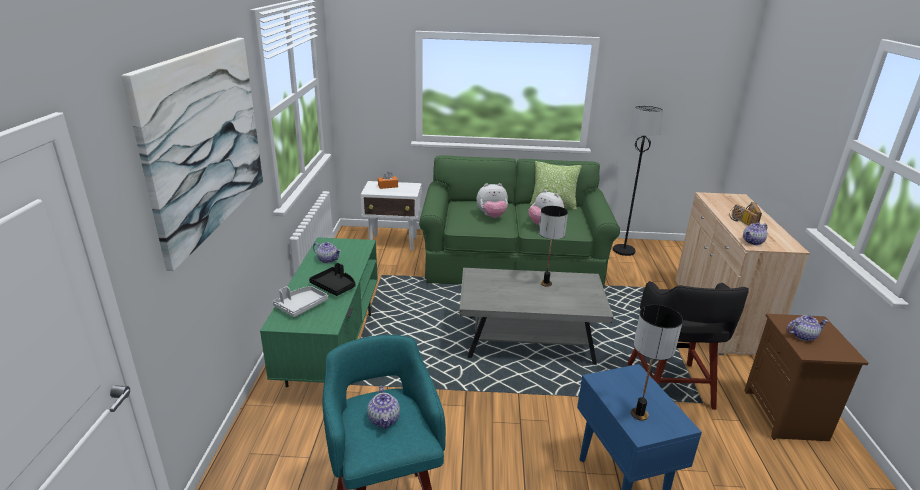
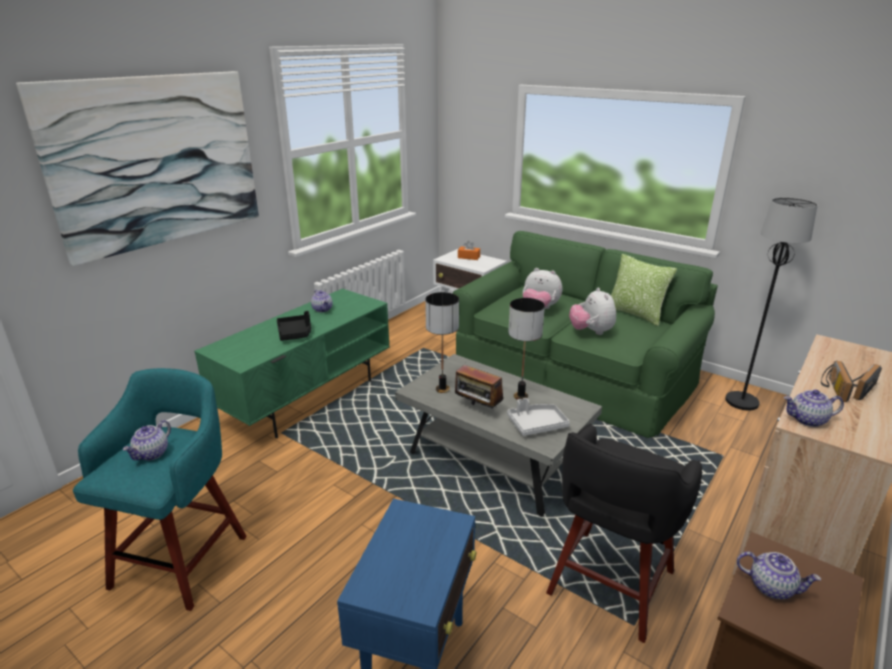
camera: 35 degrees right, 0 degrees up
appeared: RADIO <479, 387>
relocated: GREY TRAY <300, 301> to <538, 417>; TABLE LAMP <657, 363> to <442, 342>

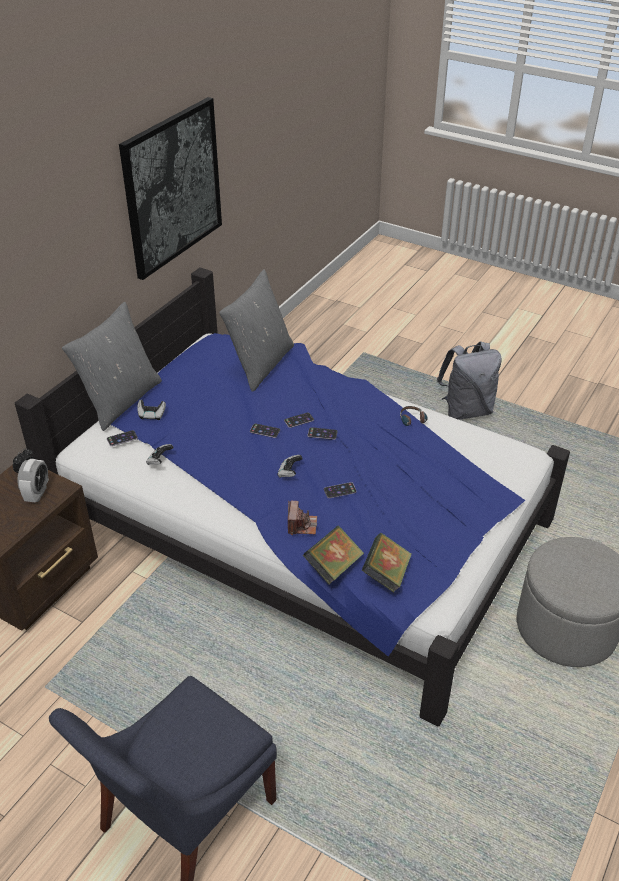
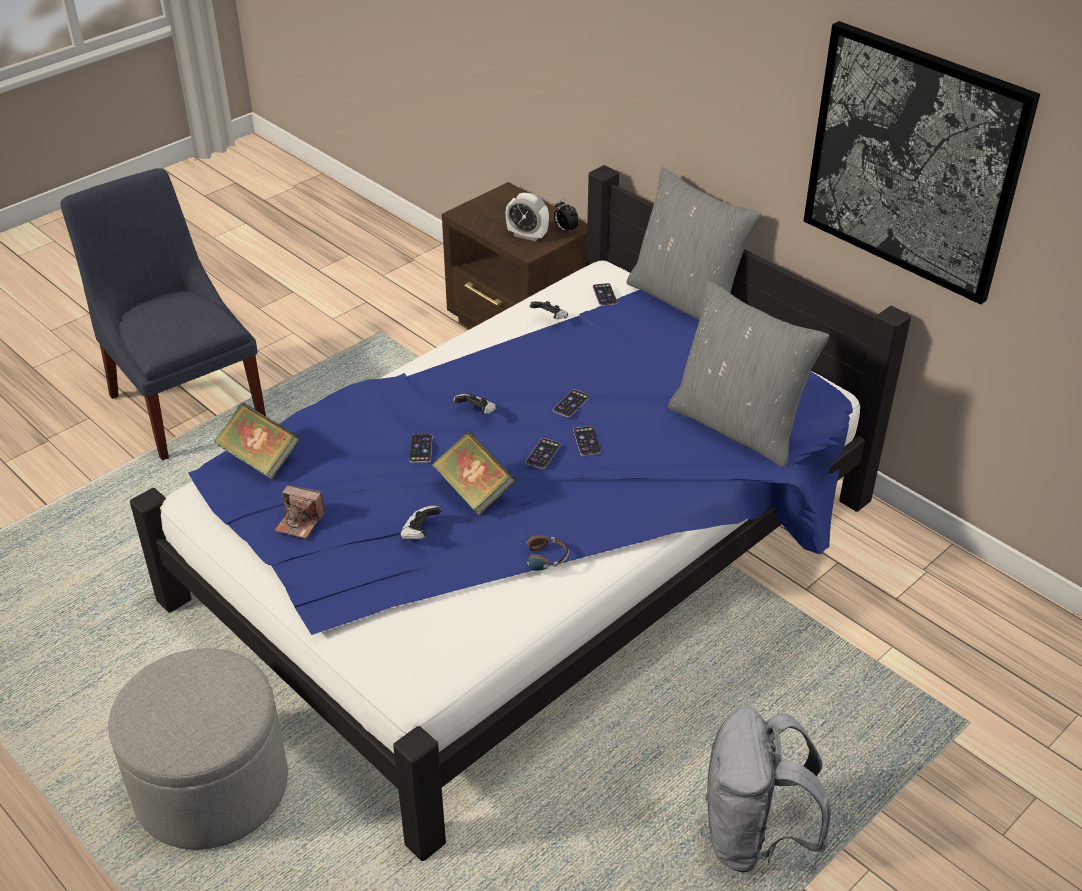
camera: 105 degrees right, 0 degrees up
relocated: GAME CONTROLLER <151, 410> to <420, 522>; PHOTO CAMERA <302, 518> to <300, 512>; BOOK <333, 555> to <474, 473>

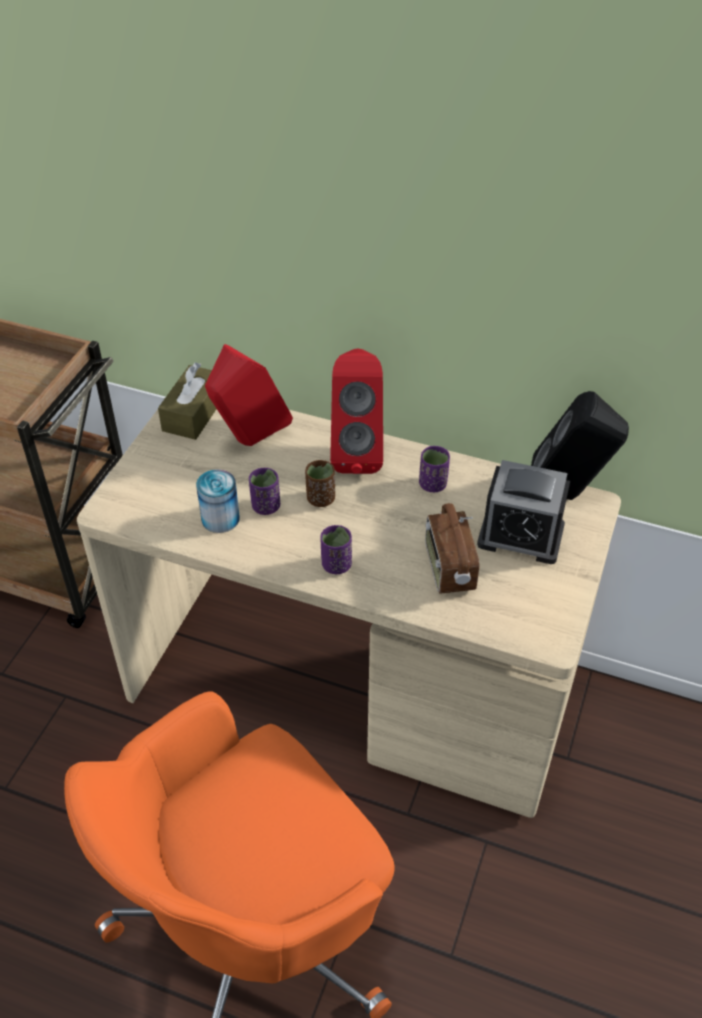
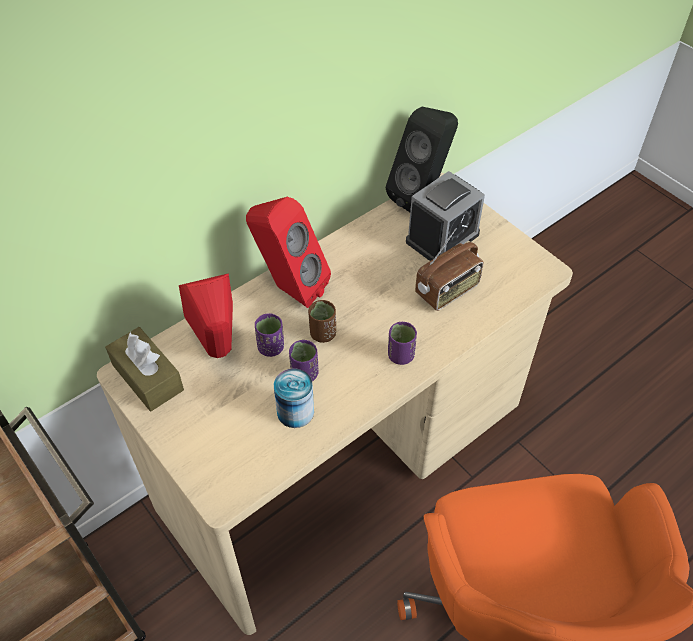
camera: 60 degrees left, 5 degrees up
relocated: PURPLE CUP <434, 469> to <269, 335>
spun: RADIO <452, 548> = <449, 269> 60 degrees counterclockwise

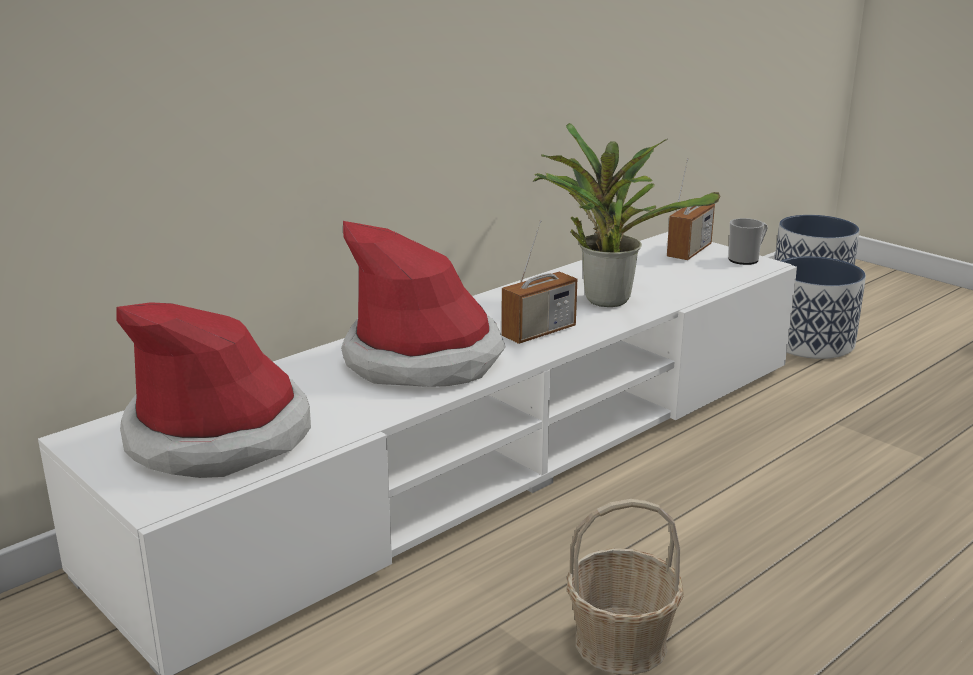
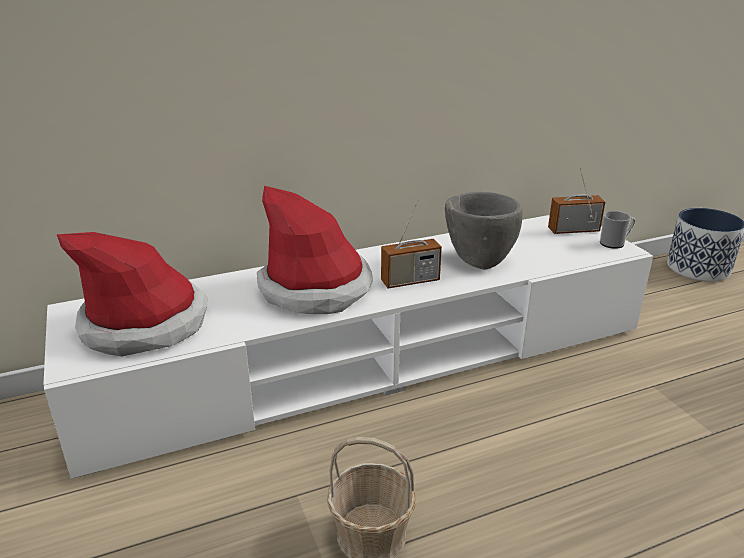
camera: 20 degrees right, 5 degrees up
missing: PLANTER <823, 307>
exchanged: POTTED PLANT <626, 215> to GREY BOWL <484, 231>
spun: RADIO <691, 209> = <576, 200> 150 degrees counterclockwise

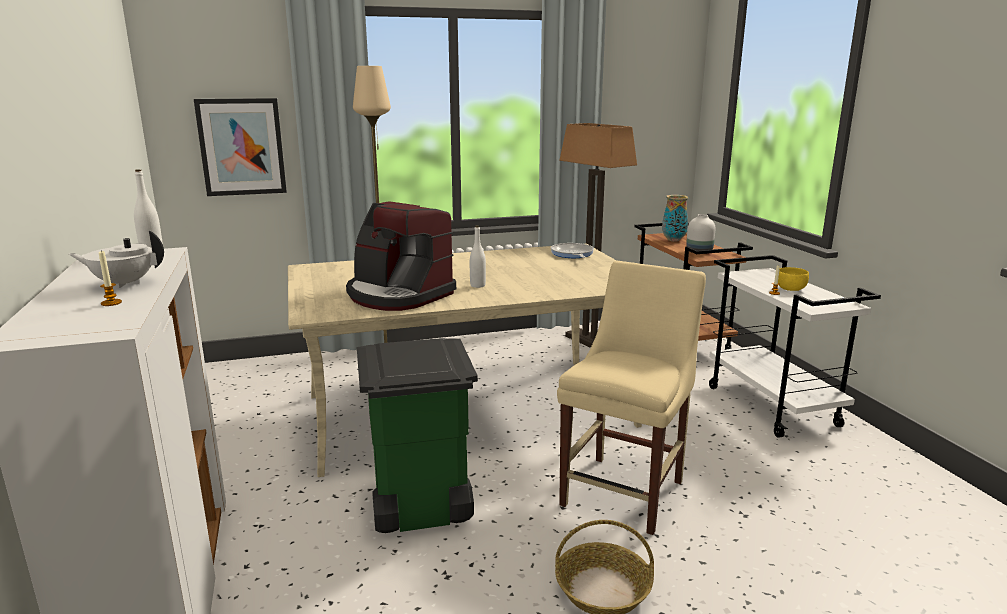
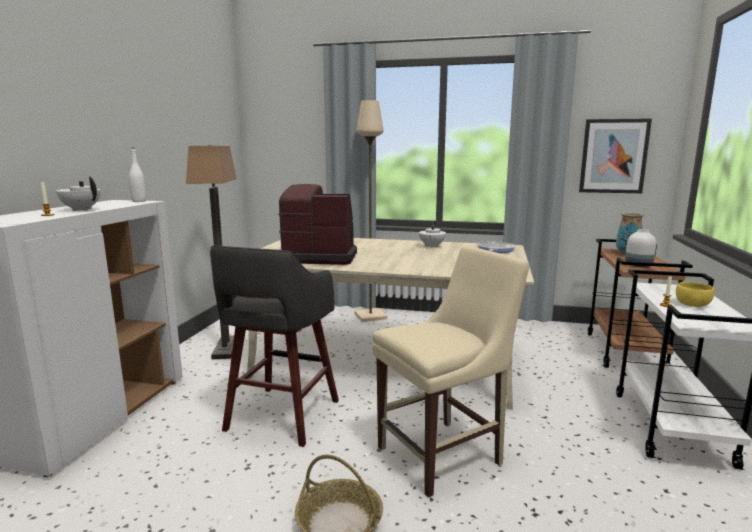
camera: 30 degrees right, 5 degrees down
missing: WHITE BOTTLE <478, 256>
appeared: WHITE TEAPOT <432, 234>
relocated: PICTURE <240, 147> to <615, 155>; FLOOR LAMP <598, 235> to <211, 252>
exchanged: GREEN TRASH CAN <417, 435> to GREY STOOL <274, 346>
spun: COFFEE MACHINE <401, 256> = <317, 224> 120 degrees clockwise

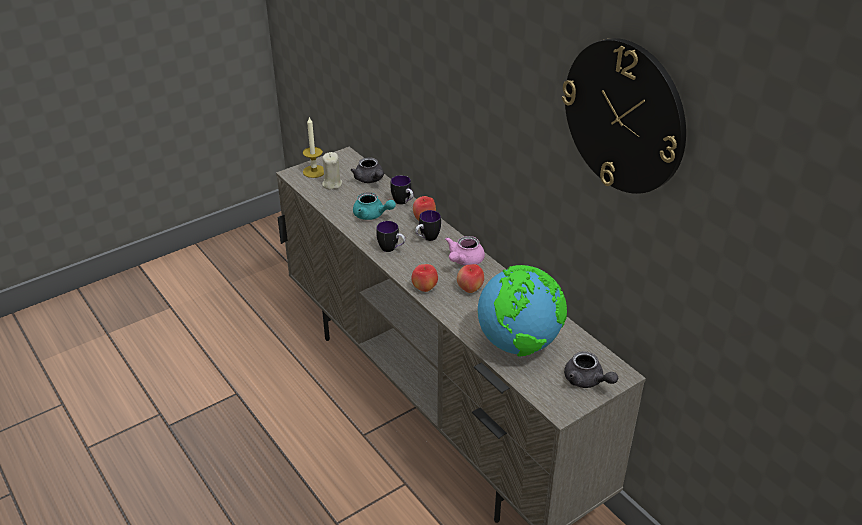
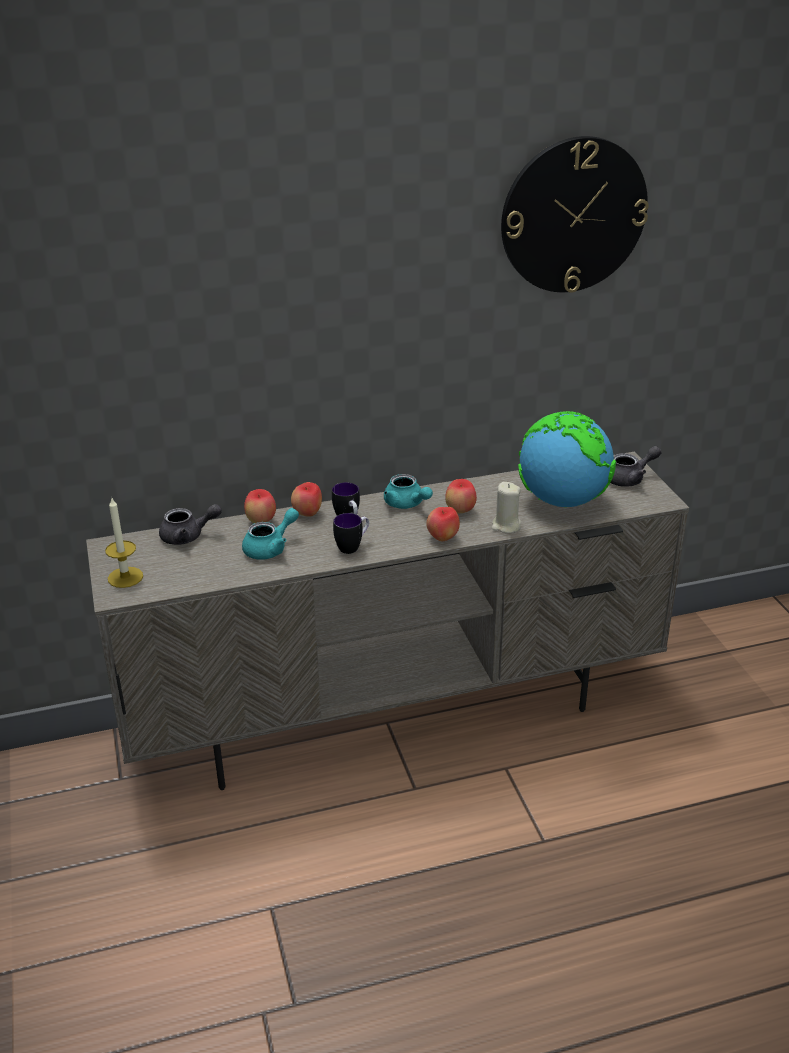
camera: 70 degrees left, 5 degrees down
relocated: BEIGE CANDLE <332, 170> to <506, 507>
exchanged: MUG <402, 190> to APPLE <260, 506>
colour: PINK TEAPOT <465, 251> to TURQUOISE TEAPOT <408, 491>

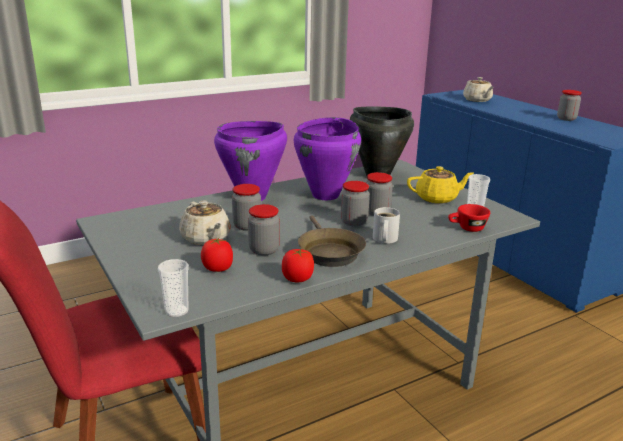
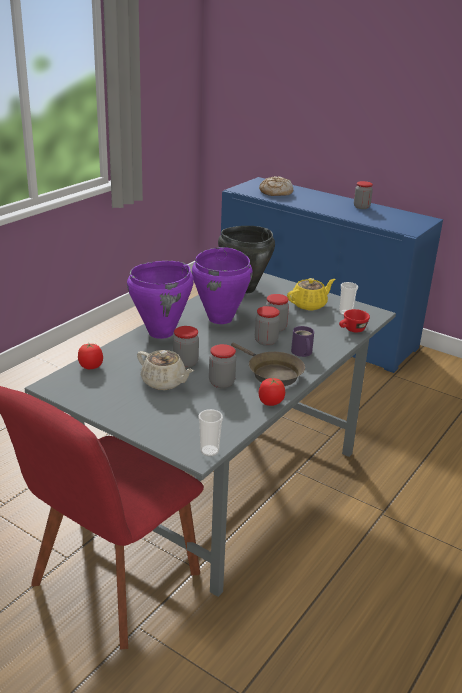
camera: 25 degrees left, 5 degrees up
relocated: TOMATO <217, 254> to <90, 355>
exchanged: BEIGE TEAPOT <478, 89> to BREAD <276, 186>
colour: WHITE MUG <386, 225> to PURPLE MUG <302, 341>

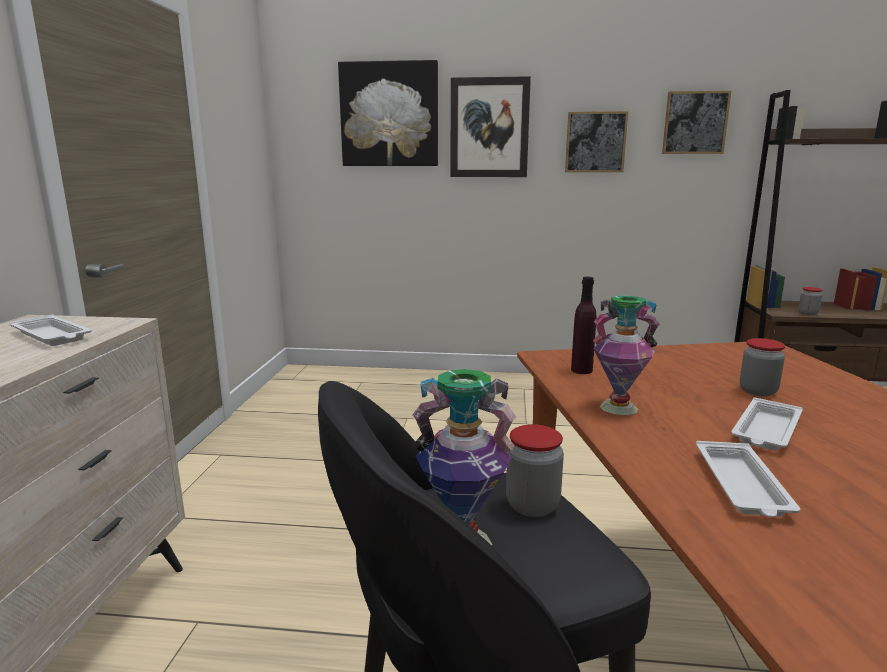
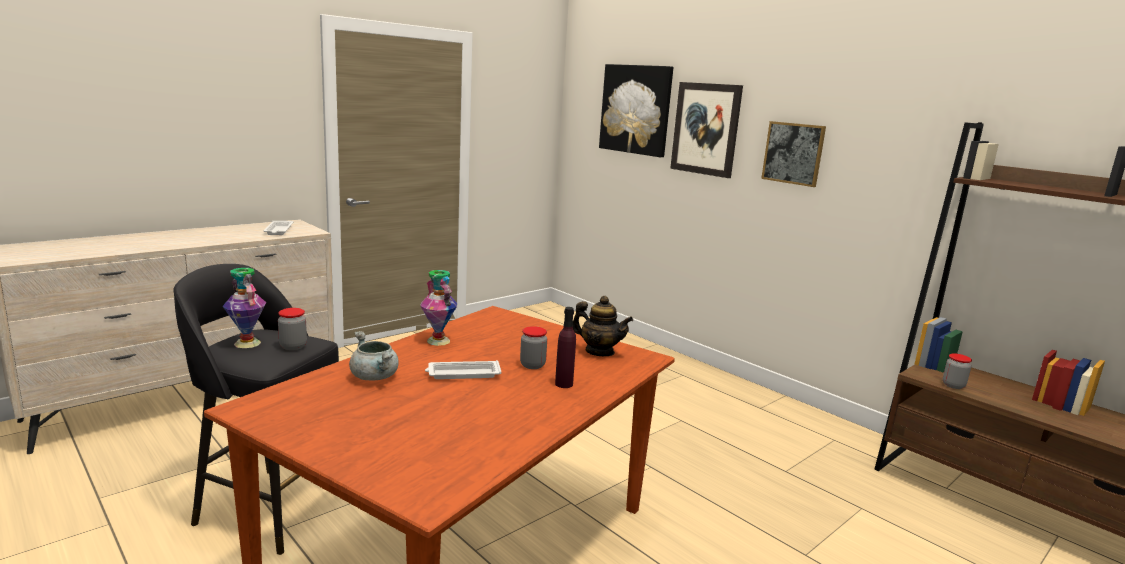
camera: 40 degrees right, 0 degrees up
missing: PICTURE <697, 122>
appeared: TEAPOT <603, 326>
relocated: PURPLE BOTTLE <583, 325> to <565, 347>
exchanged: WHITE TRAY <748, 479> to GREY COOKING POT <374, 355>

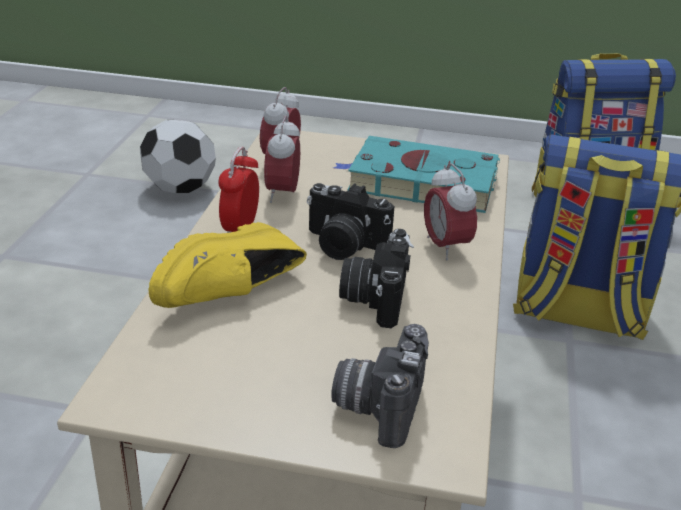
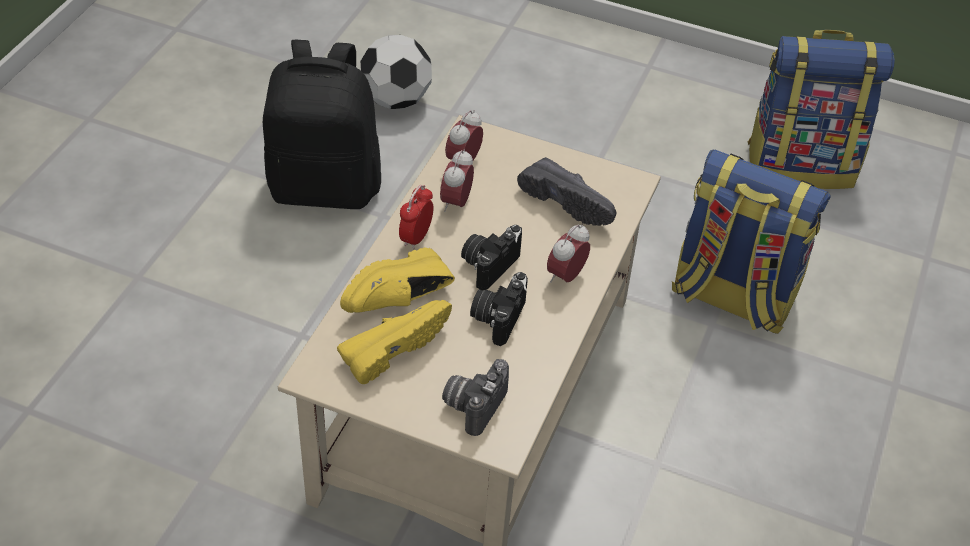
camera: 10 degrees right, 15 degrees up
appeared: BLACK BACKPACK <322, 124>; YELLOW SHOE <394, 342>
exchanged: TURQUOISE BOOK <416, 174> to BLACK SHOE <566, 191>
spun: PHOTO CAMERA <350, 221> = <491, 257> 90 degrees clockwise; ALARM CLOCK <450, 211> = <568, 253> 45 degrees clockwise

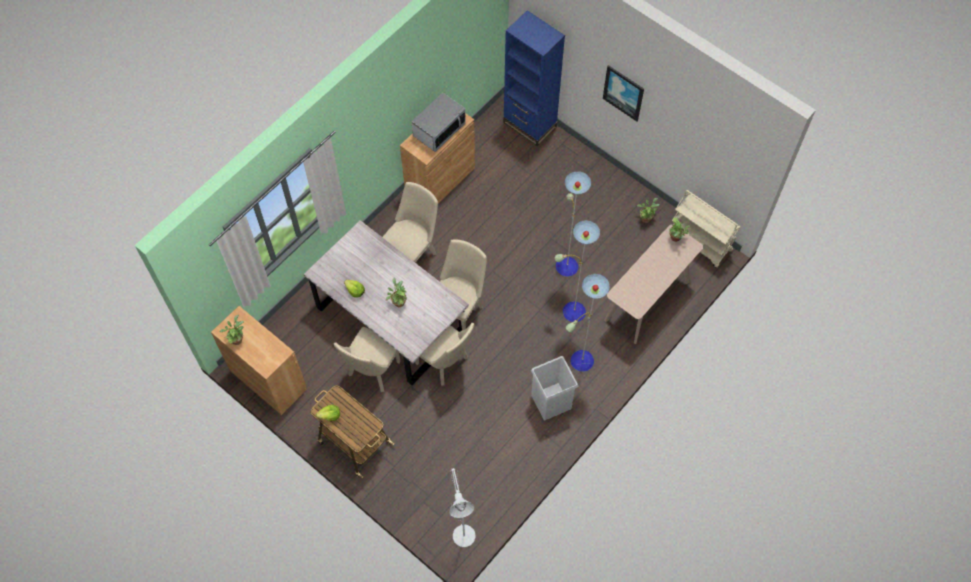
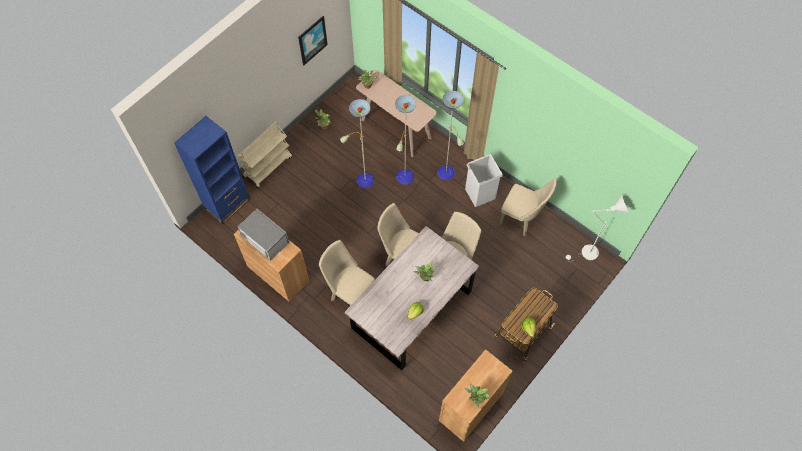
camera: 90 degrees left, 0 degrees up
relocated: BEIGE CHAIR <367, 359> to <528, 207>; PICTURE <623, 93> to <313, 40>; BEIGE CART <706, 229> to <265, 155>

